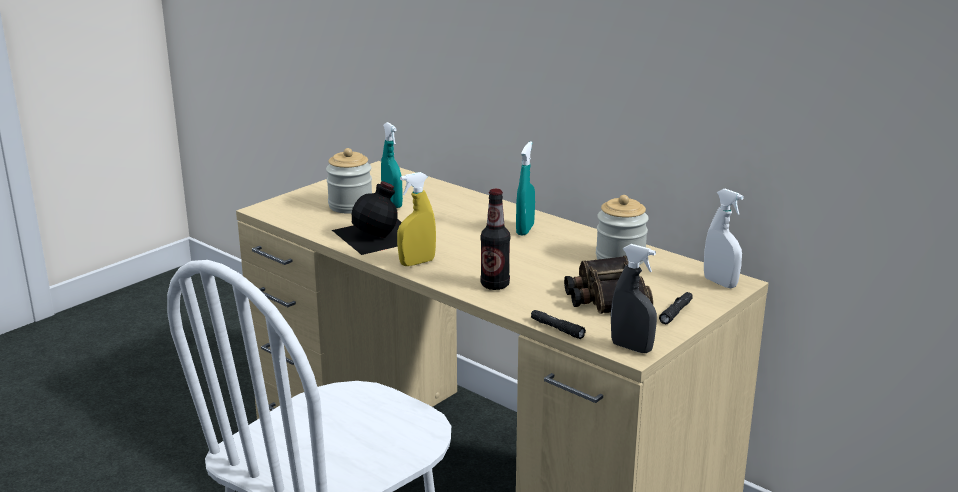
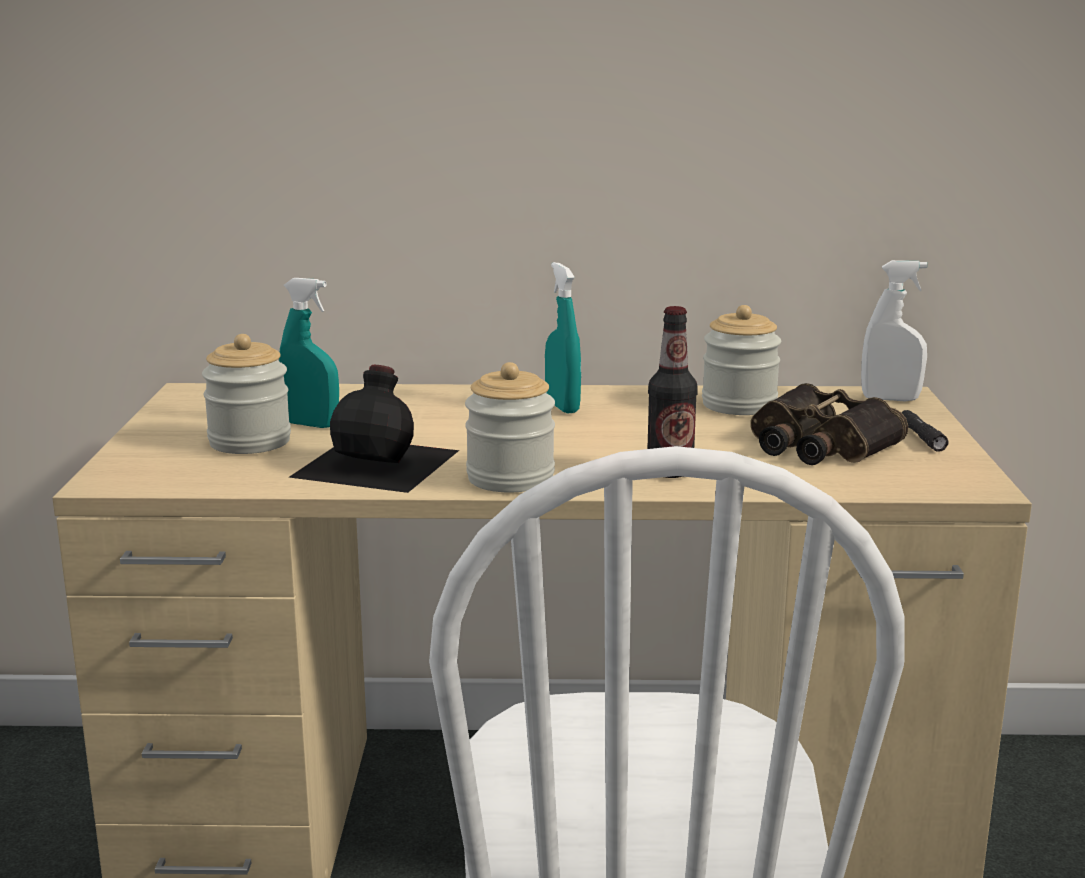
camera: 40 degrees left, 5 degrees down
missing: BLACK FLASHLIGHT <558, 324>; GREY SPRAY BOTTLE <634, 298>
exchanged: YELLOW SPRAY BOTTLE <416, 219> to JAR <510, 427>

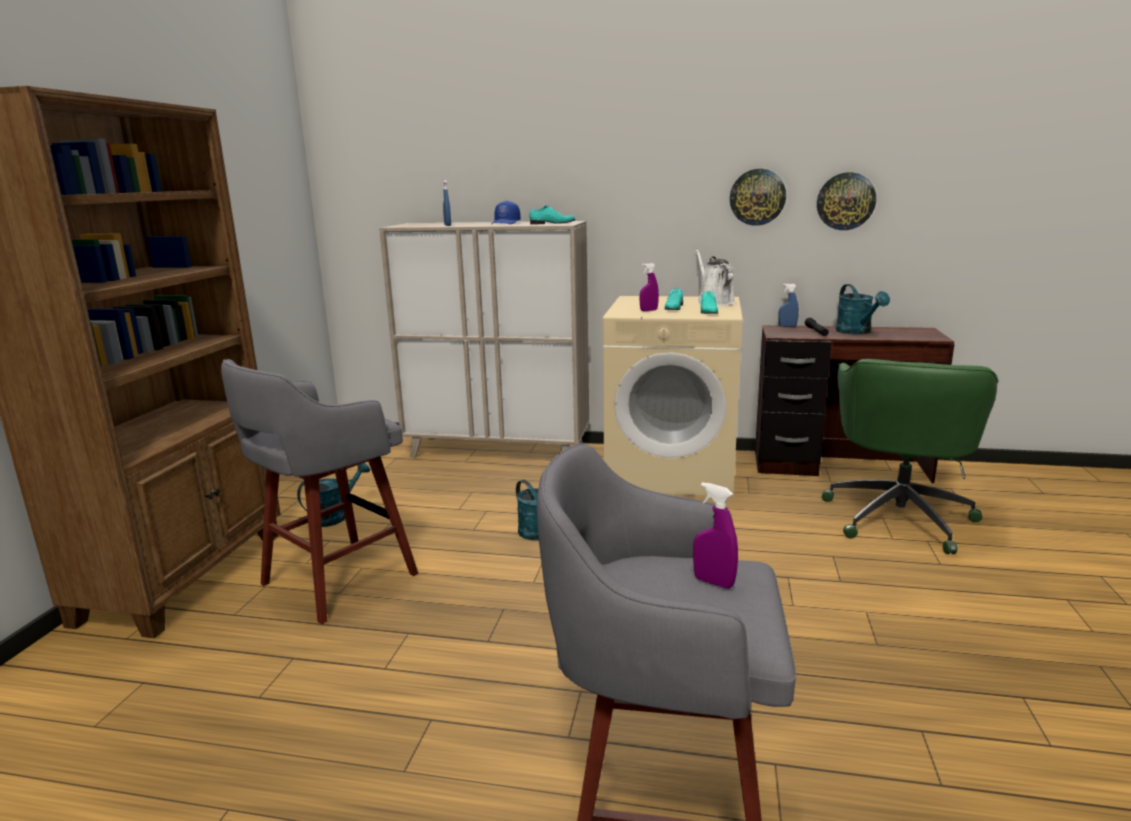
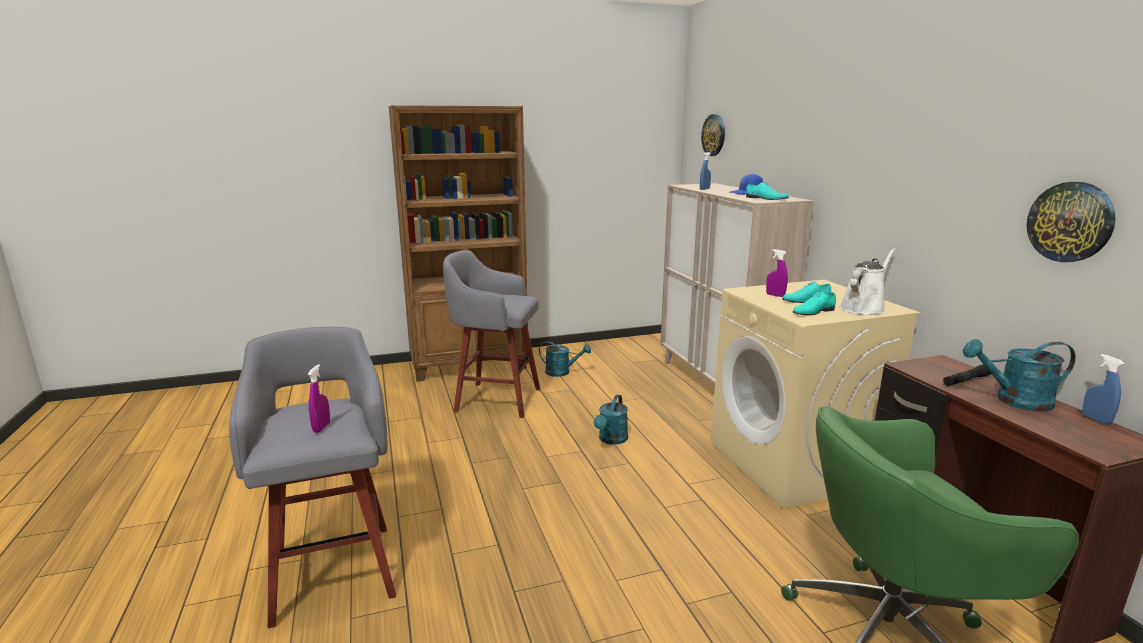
camera: 60 degrees right, 0 degrees up
relocated: WALL CLOCK <758, 197> to <713, 135>; BLUE SPRAY BOTTLE <788, 305> to <1103, 389>
spun: TURQUOISE WATERING CAN <863, 309> = <1019, 375> 45 degrees clockwise

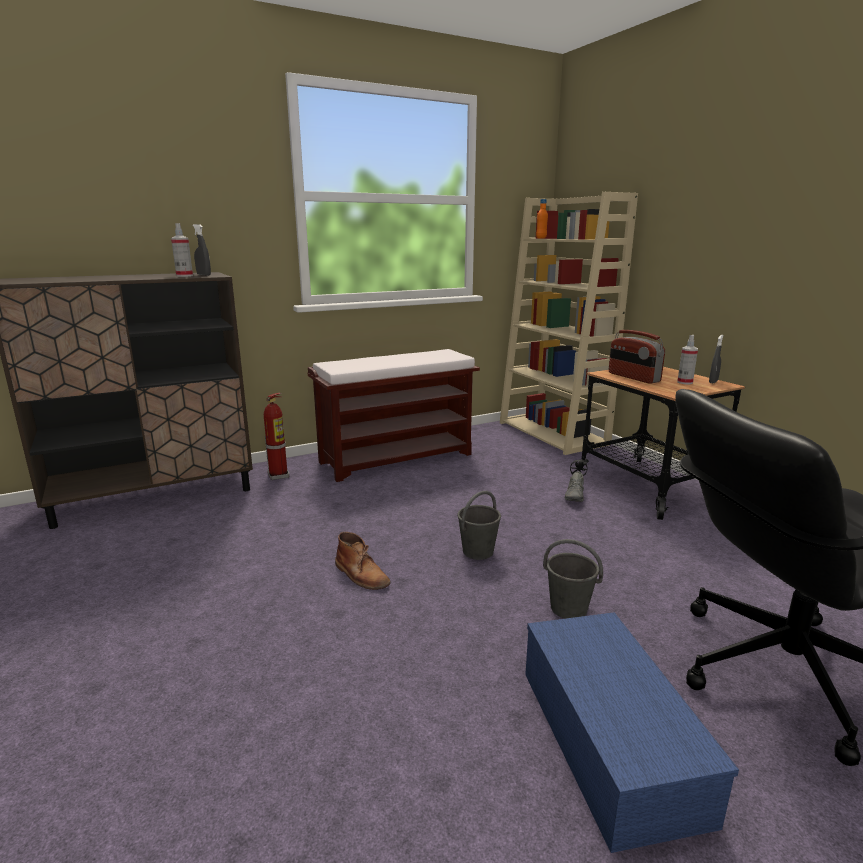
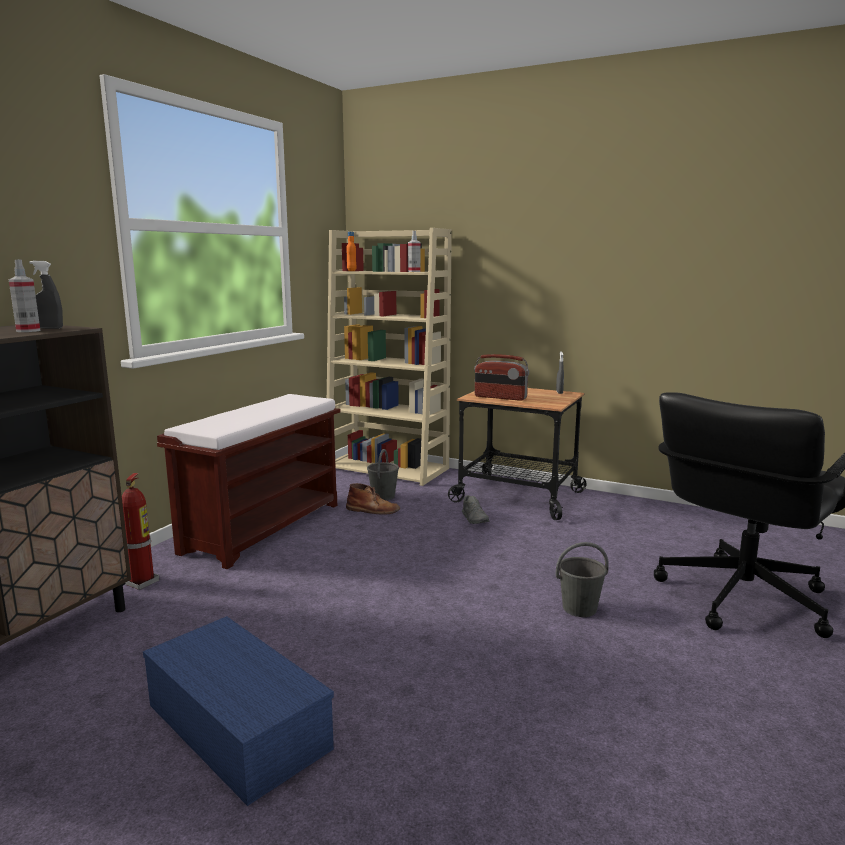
camera: 35 degrees left, 5 degrees down
relocated: BROWN BOOT <363, 561> to <373, 498>; GREY BUCKET <479, 525> to <383, 474>; BLUE STORAGE BOX <632, 732> to <238, 711>; SPRAY BOTTLE <687, 359> to <414, 251>

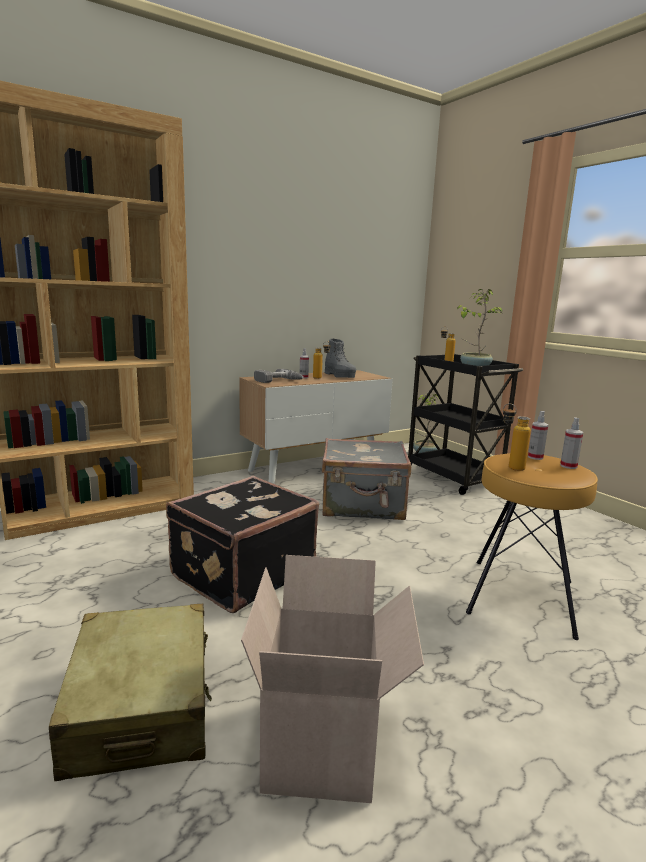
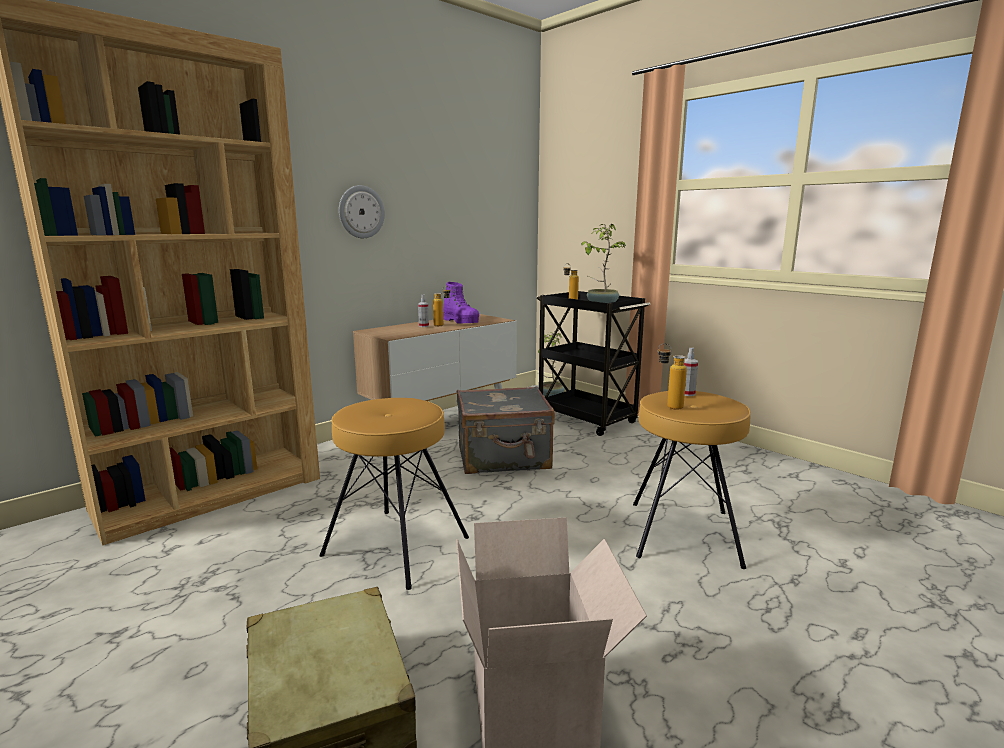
camera: 10 degrees left, 0 degrees up
missing: POWER DRILL <279, 376>; SPRAY BOTTLE <571, 443>
appeared: WALL CLOCK <362, 211>
exchanged: BLACK SUITCASE <242, 544> to BROWN STOOL <394, 494>
colour: GREY BOOT <340, 358> to PURPLE BOOT <461, 303>

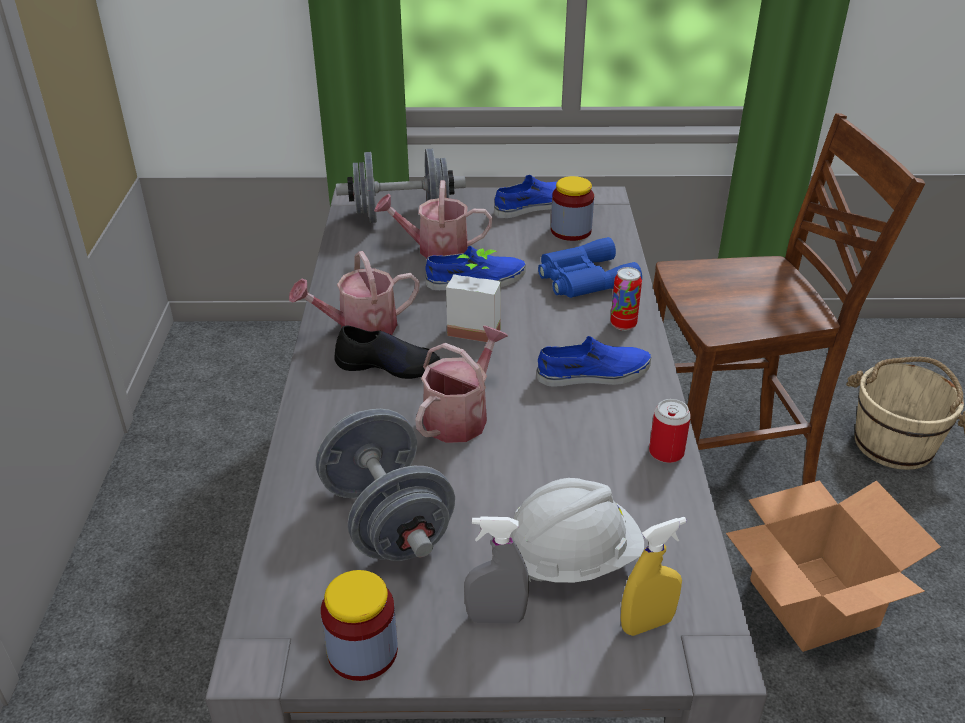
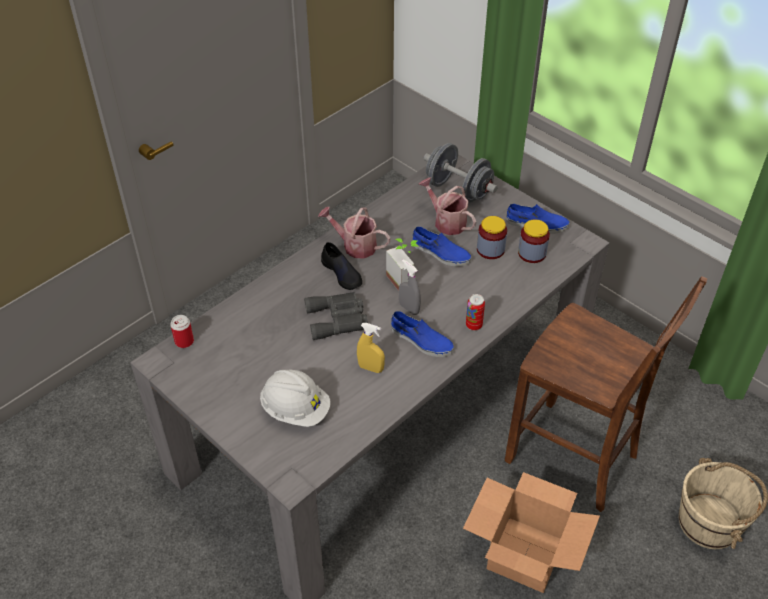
camera: 45 degrees right, 10 degrees up
missing: GREY DUMBBELL <385, 485>; BLUE BINOCULARS <590, 267>
relocated: JAR <359, 625> to <492, 237>; GREY SPRAY BOTTLE <496, 570> to <410, 287>; YELLOW SPRAY BOTTLE <654, 576> to <371, 348>; CAN <670, 431> to <182, 331>
exchanged: WATERING CAN <461, 384> to GREY BINOCULARS <336, 316>

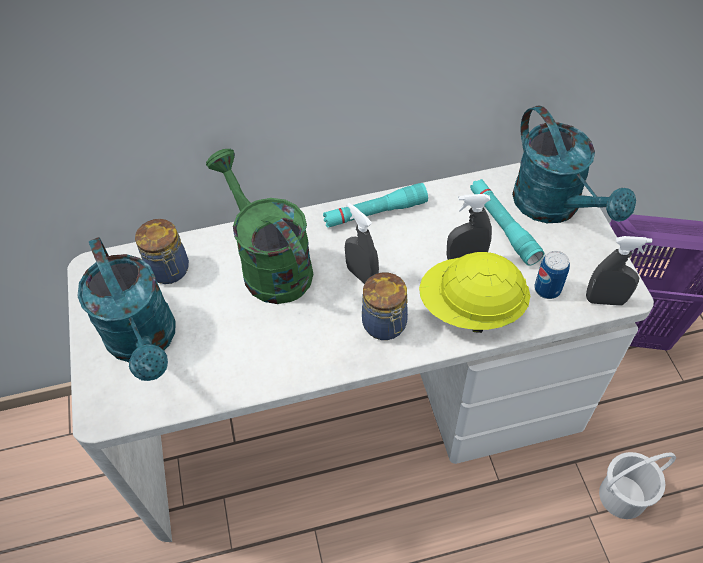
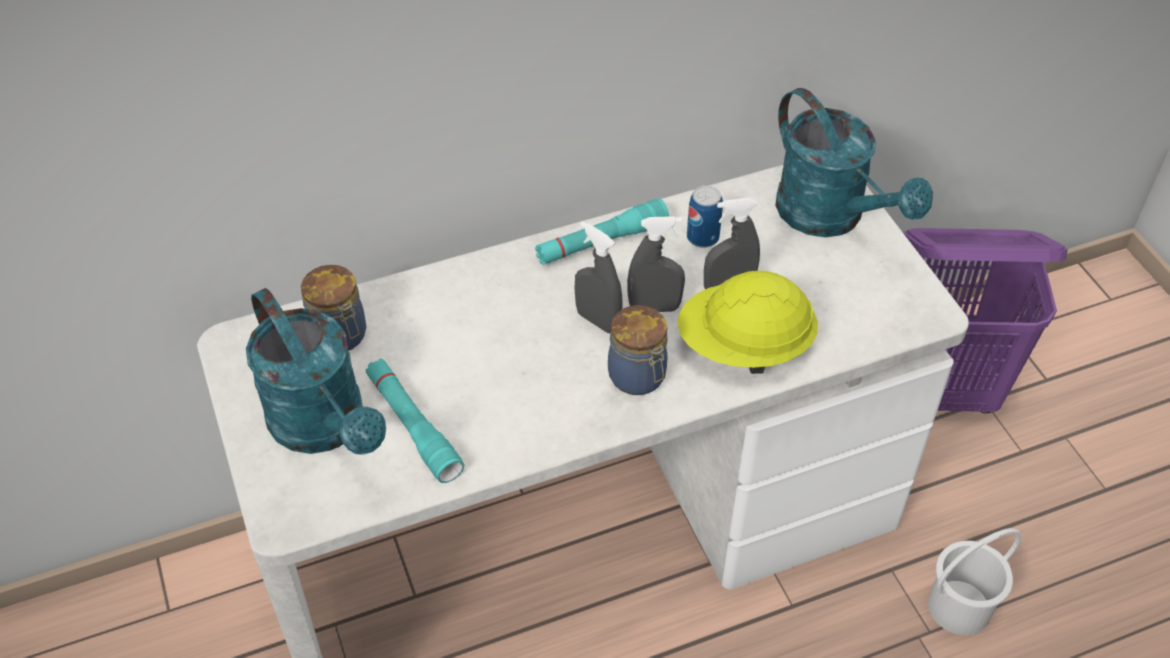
camera: 10 degrees left, 5 degrees down
missing: GREEN WATERING CAN <259, 226>
relocated: TURQUOISE FLASHLIGHT <507, 222> to <415, 421>; CAN <552, 275> to <705, 216>; GREY SPRAY BOTTLE <619, 271> to <656, 264>

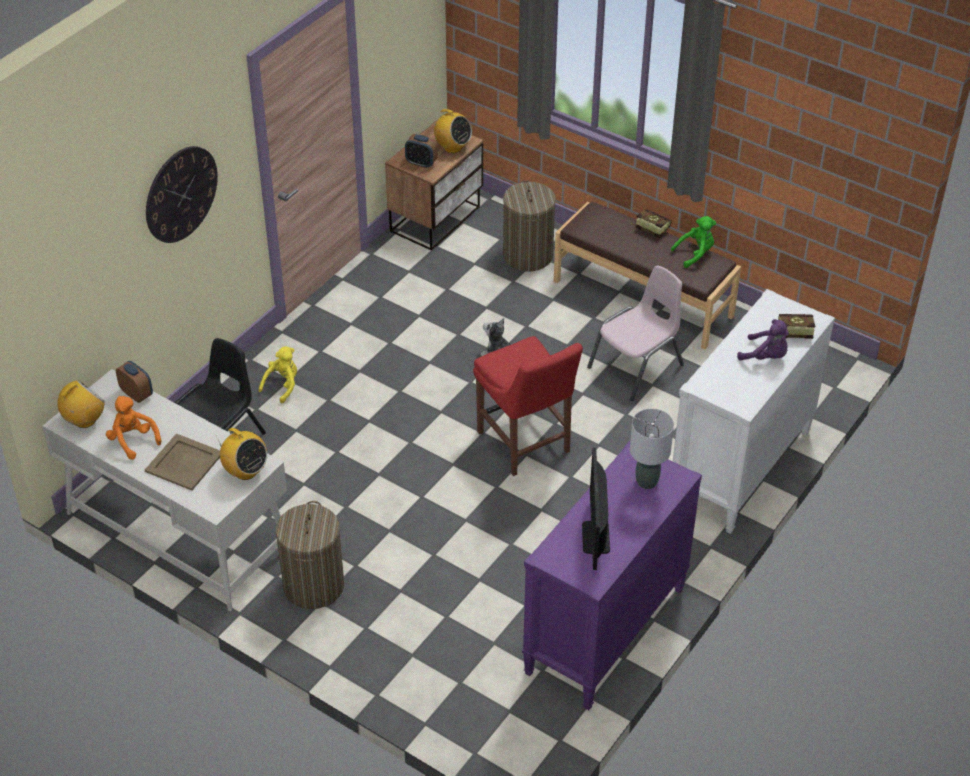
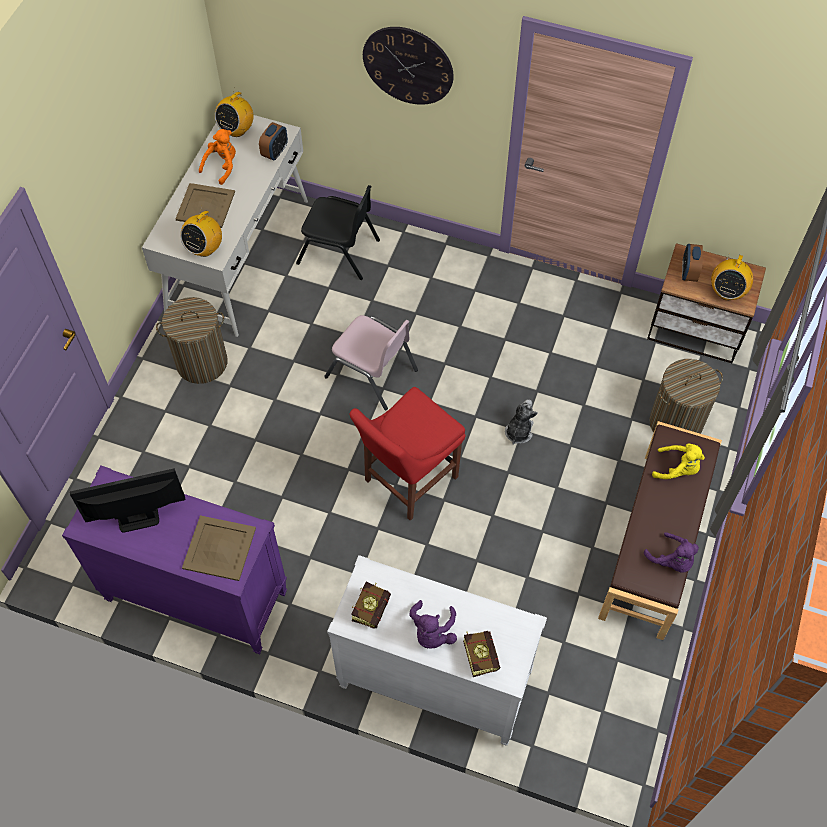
camera: 75 degrees right, 15 degrees up
relocated: YELLOW PLUSH TOY <278, 375> to <678, 461>; PINK CHAIR <635, 333> to <371, 362>; BOOK <651, 223> to <371, 605>
exchanged: GREY TABLE LAMP <652, 448> to BEIGE TRAY <219, 548>
colour: GREEN PLUSH TOY <693, 242> to PURPLE PLUSH TOY <671, 552>
spun: RADIO <81, 404> = <234, 112> 90 degrees clockwise

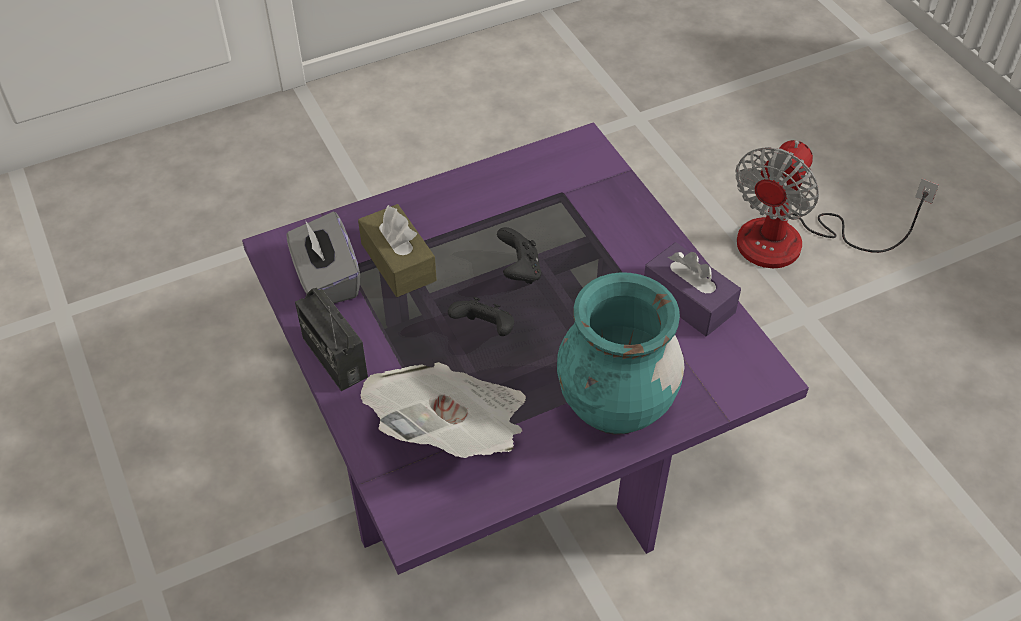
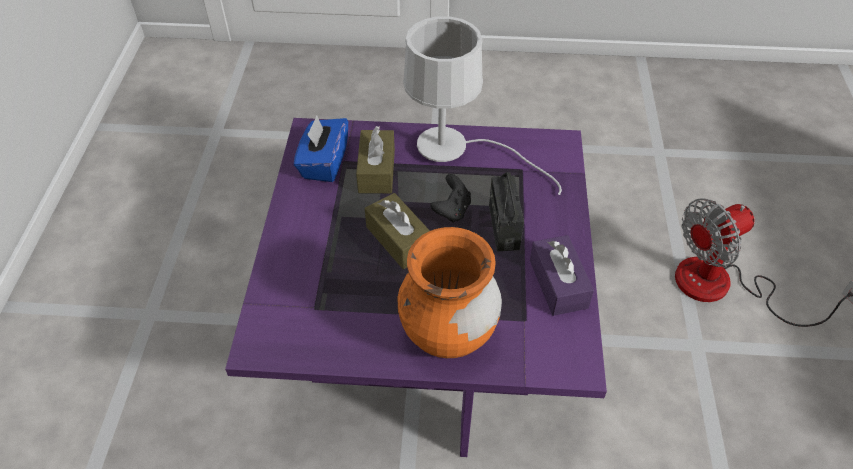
camera: 30 degrees right, 0 degrees up
missing: NEWSPAPER <443, 410>
appeared: WHITE TABLE LAMP <482, 105>
relocated: RADIO <331, 339> to <506, 211>
exchanged: BLACK GAME CONTROLLER <481, 316> to BROWN TISSUE BOX <397, 231>
colour: GREY TISSUE BOX <323, 257> to BLUE TISSUE BOX <321, 148>; TURQUOISE VASE <621, 353> to ORANGE VASE <450, 292>

